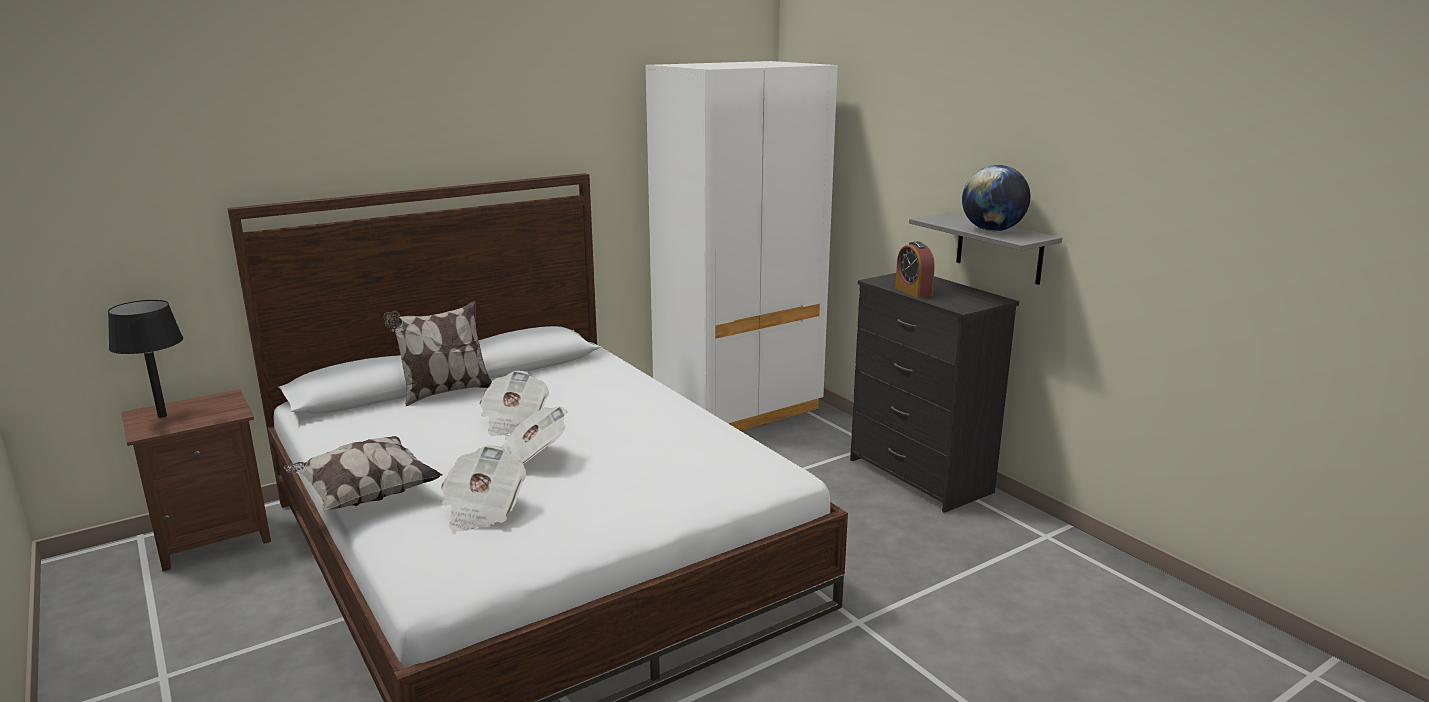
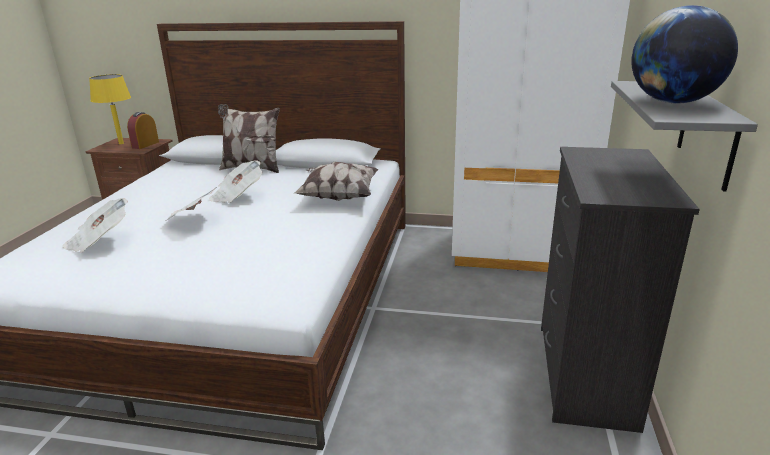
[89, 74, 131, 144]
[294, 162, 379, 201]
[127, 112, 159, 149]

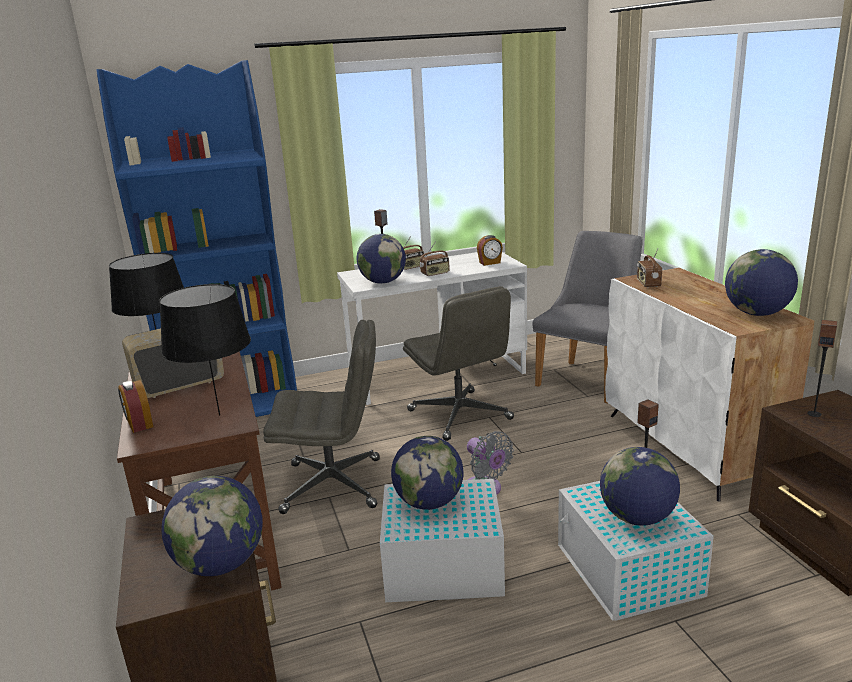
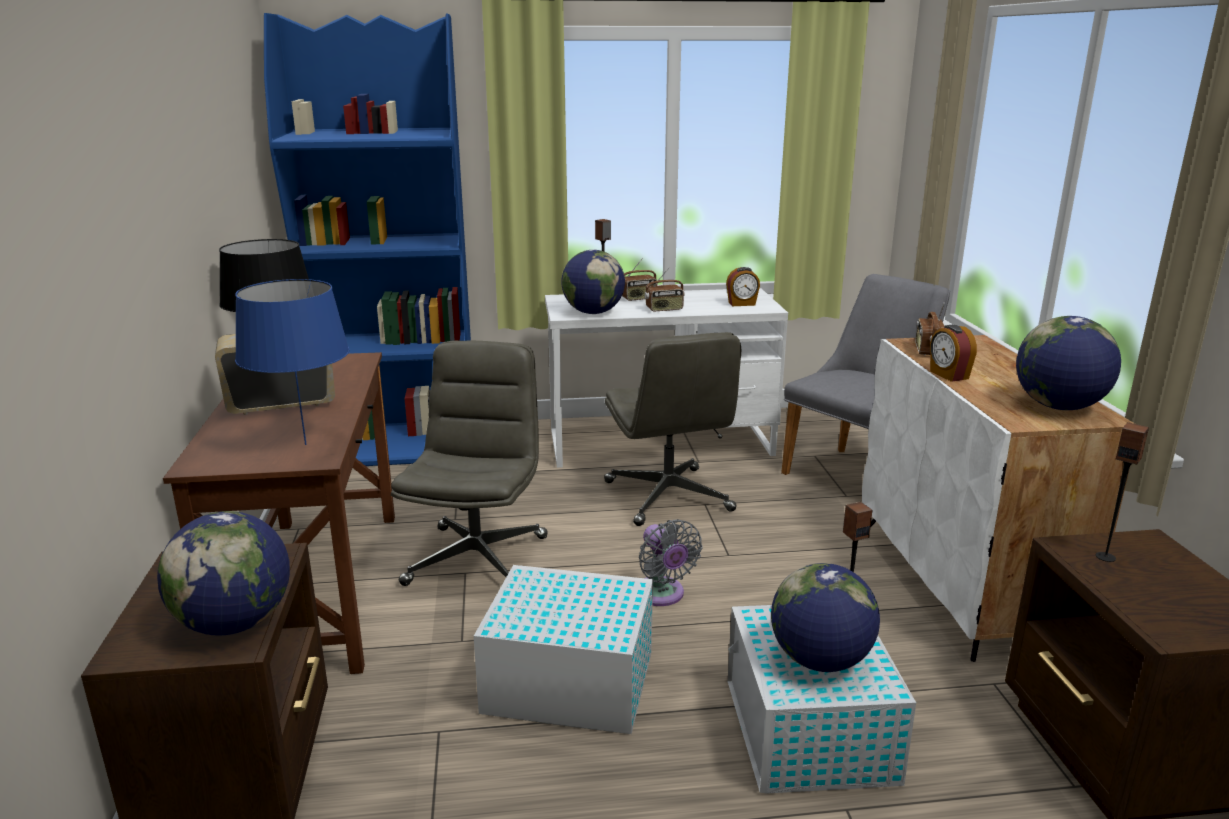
[930, 325, 977, 382]
[235, 279, 350, 445]
[391, 341, 548, 586]
[391, 436, 464, 510] (first image)

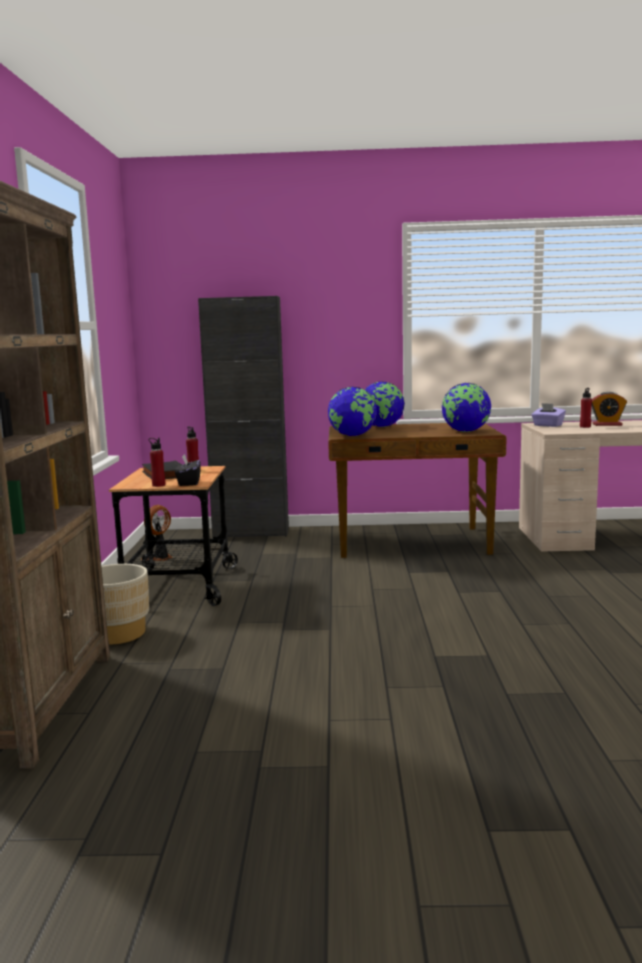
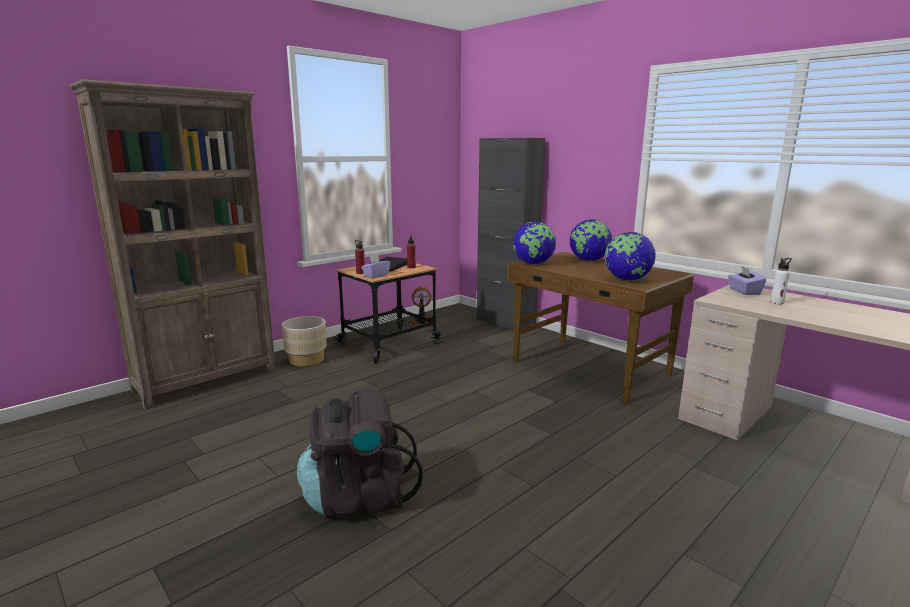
[361, 255, 390, 278]
[770, 258, 791, 304]
[592, 392, 627, 426] (first image)
[297, 387, 423, 519]

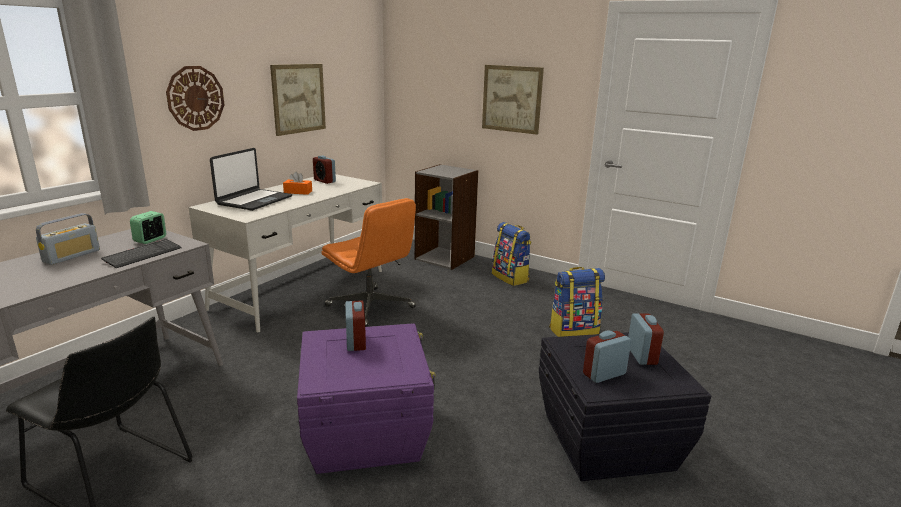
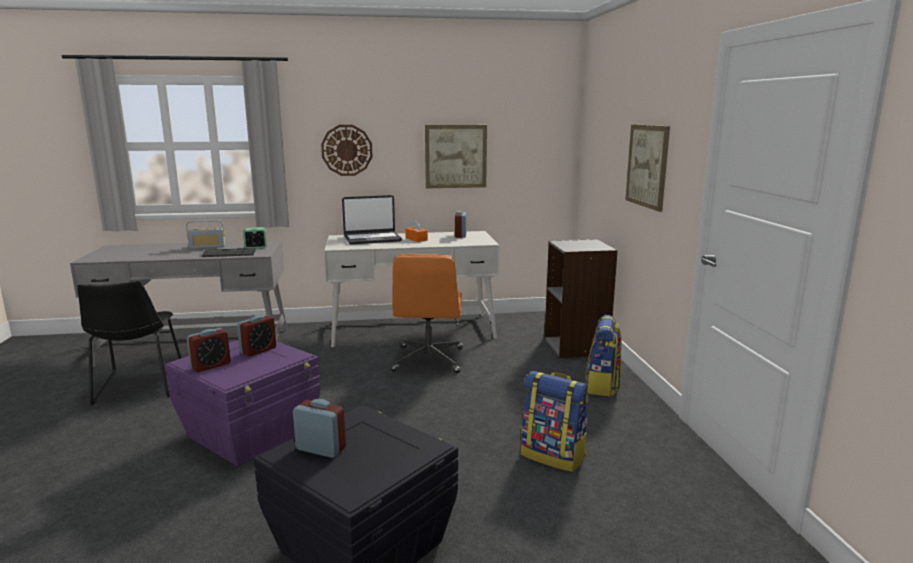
[187, 328, 231, 372]

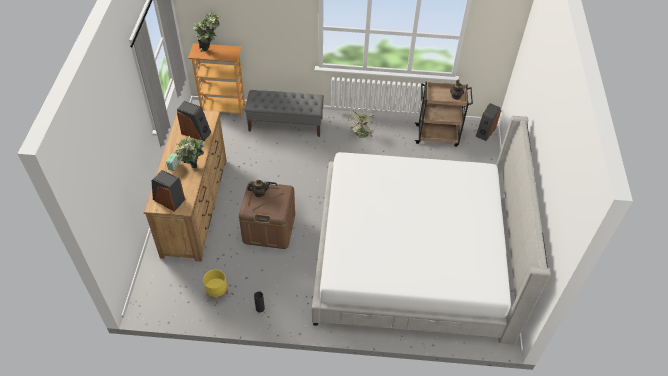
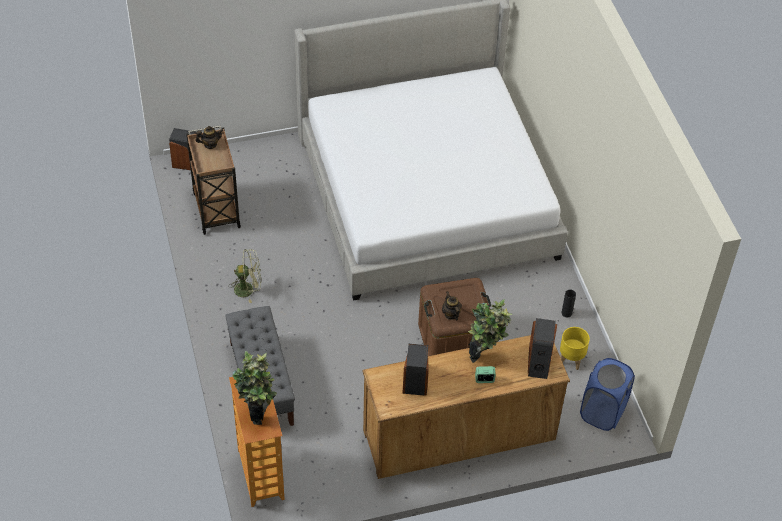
[580, 358, 635, 431]

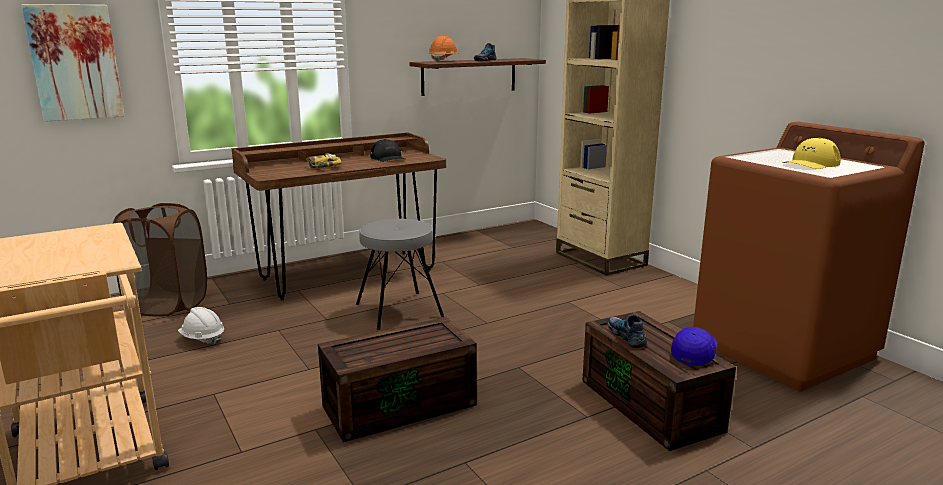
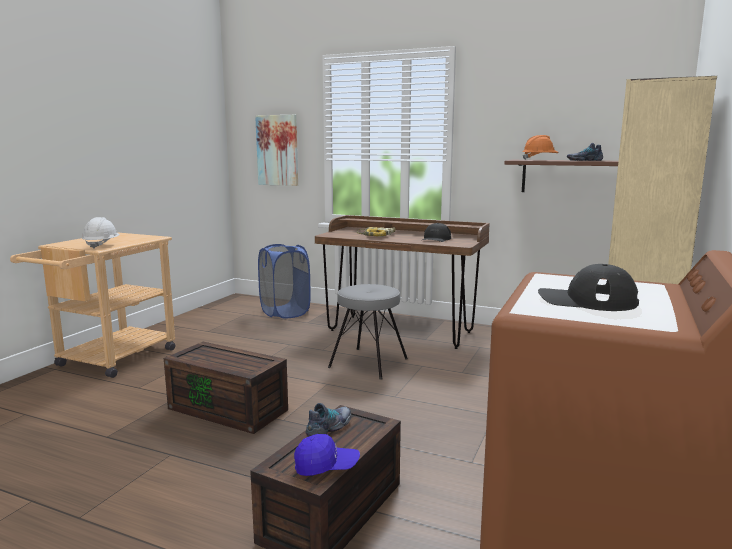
[258, 244, 311, 319]
[82, 217, 120, 249]
[538, 264, 639, 311]

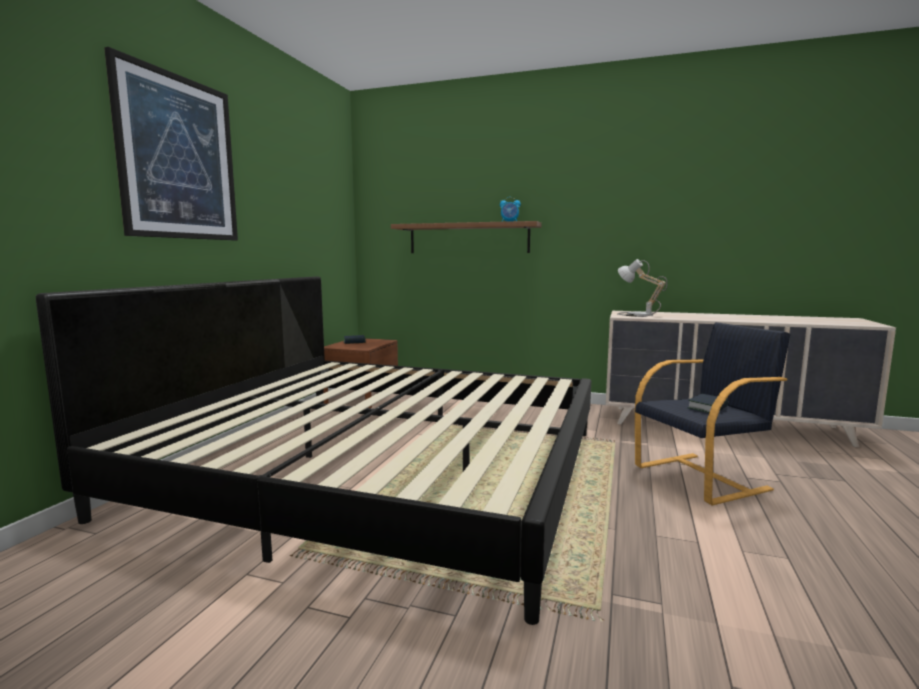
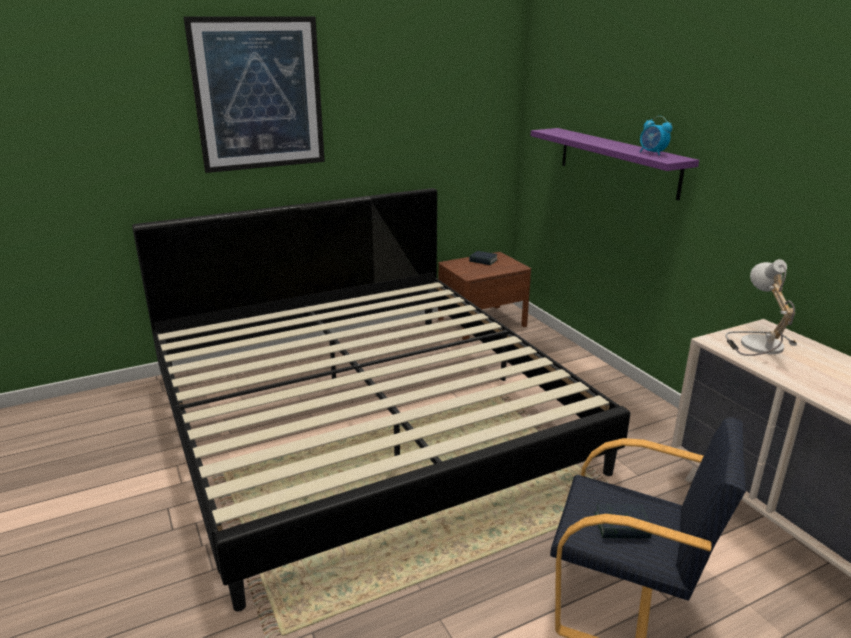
[531, 128, 699, 200]

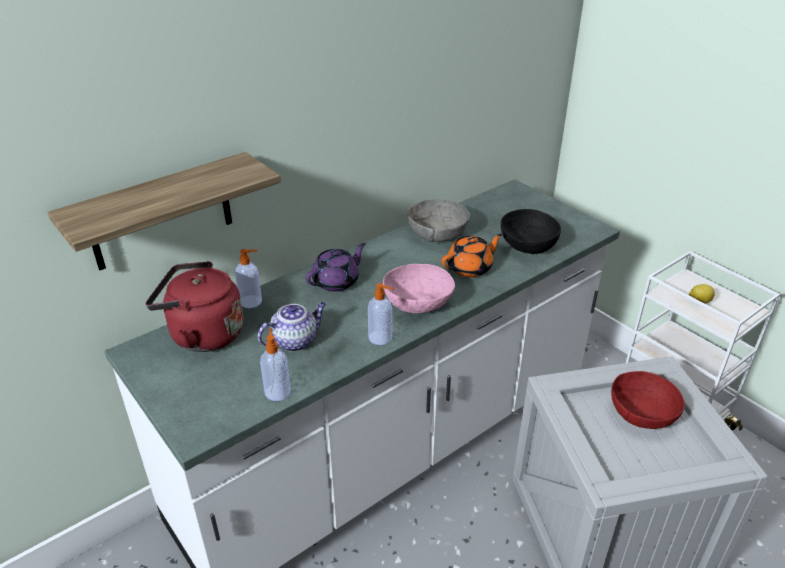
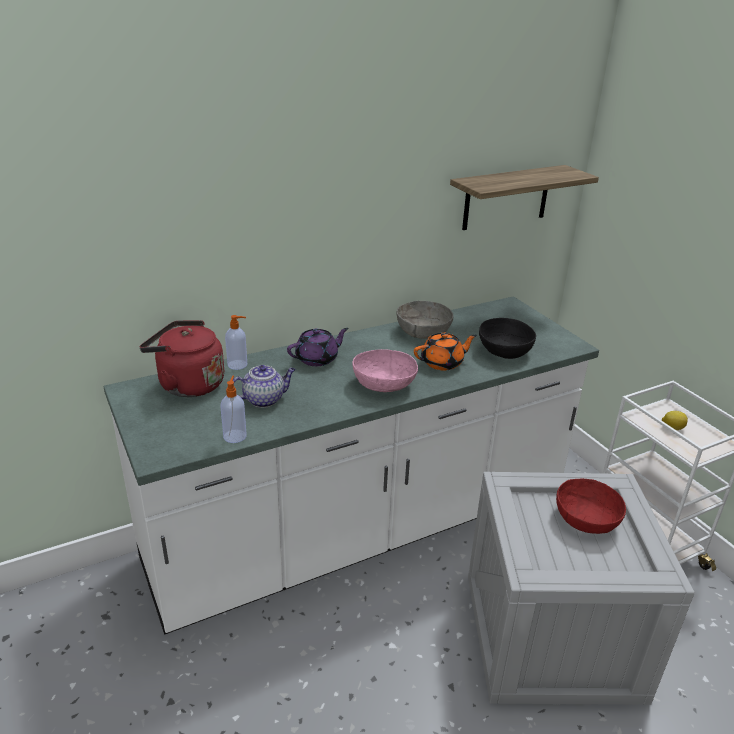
[450, 165, 599, 230]
[368, 283, 394, 345] (first image)

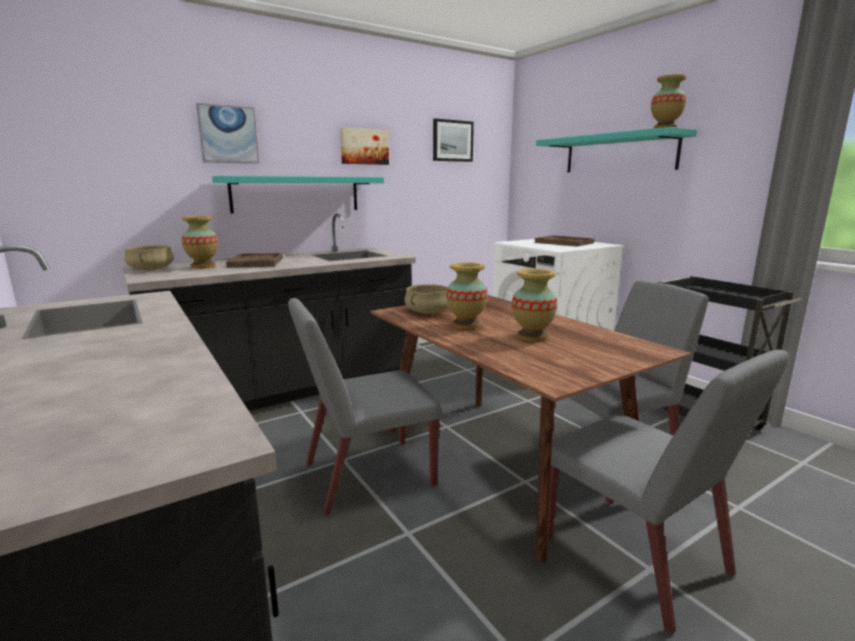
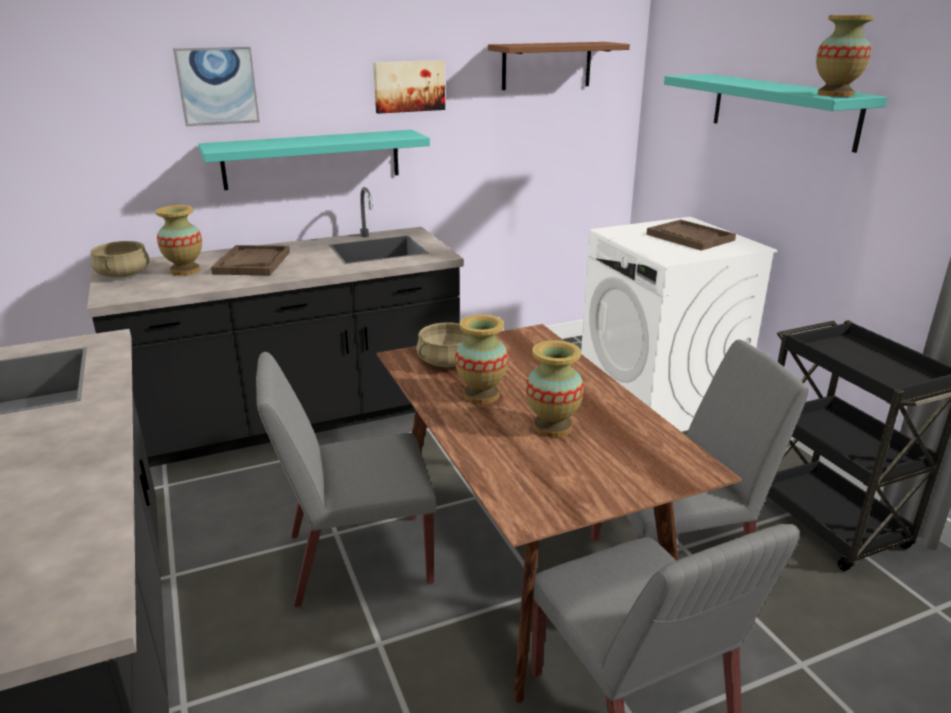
[488, 42, 630, 90]

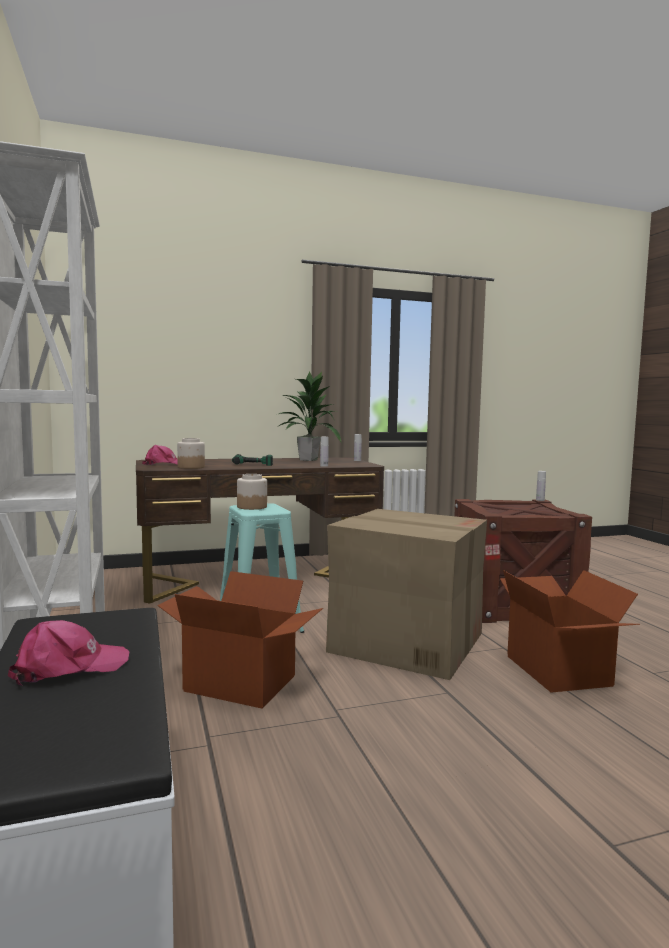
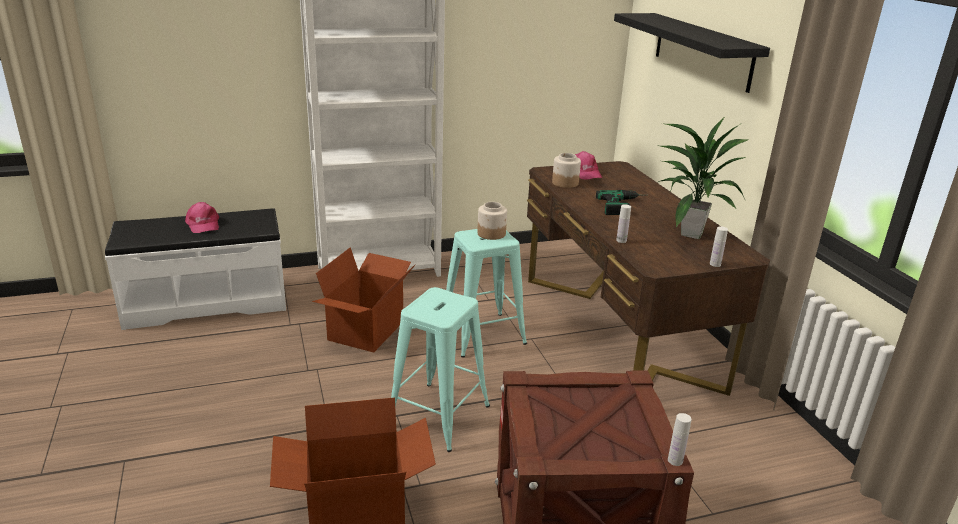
[391, 287, 490, 452]
[614, 13, 770, 93]

